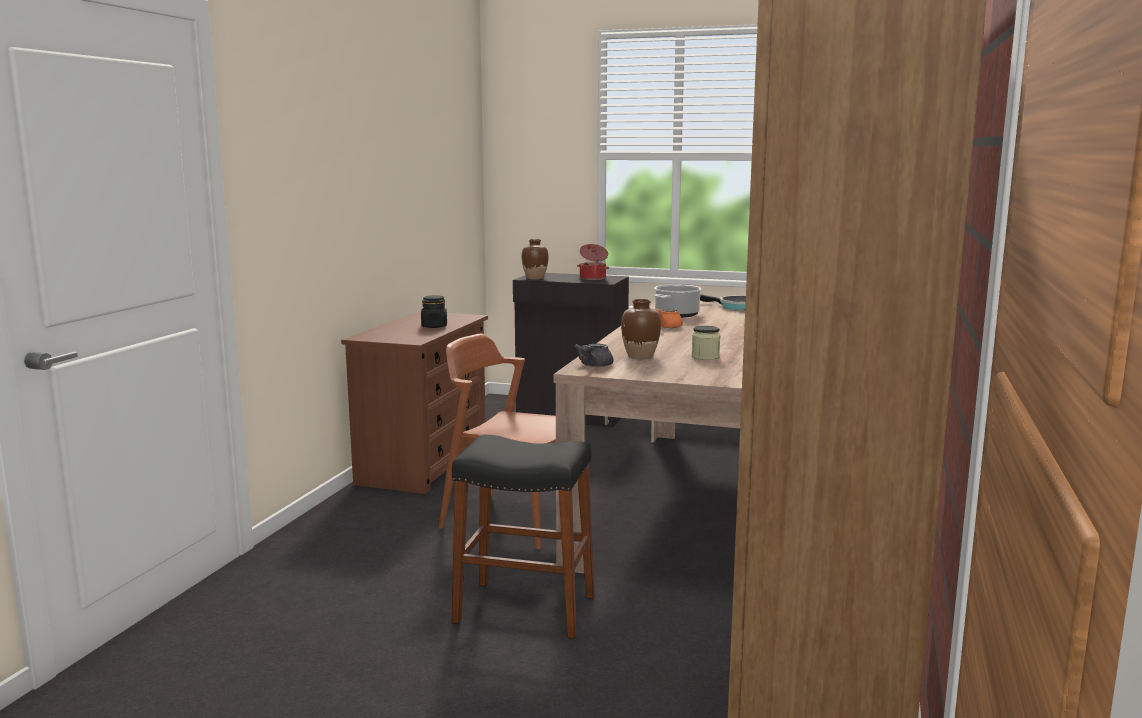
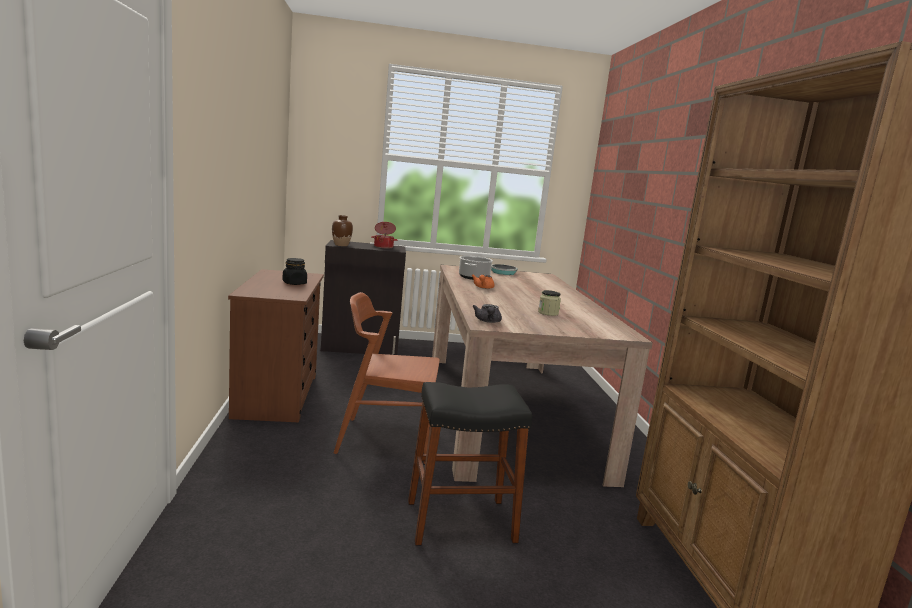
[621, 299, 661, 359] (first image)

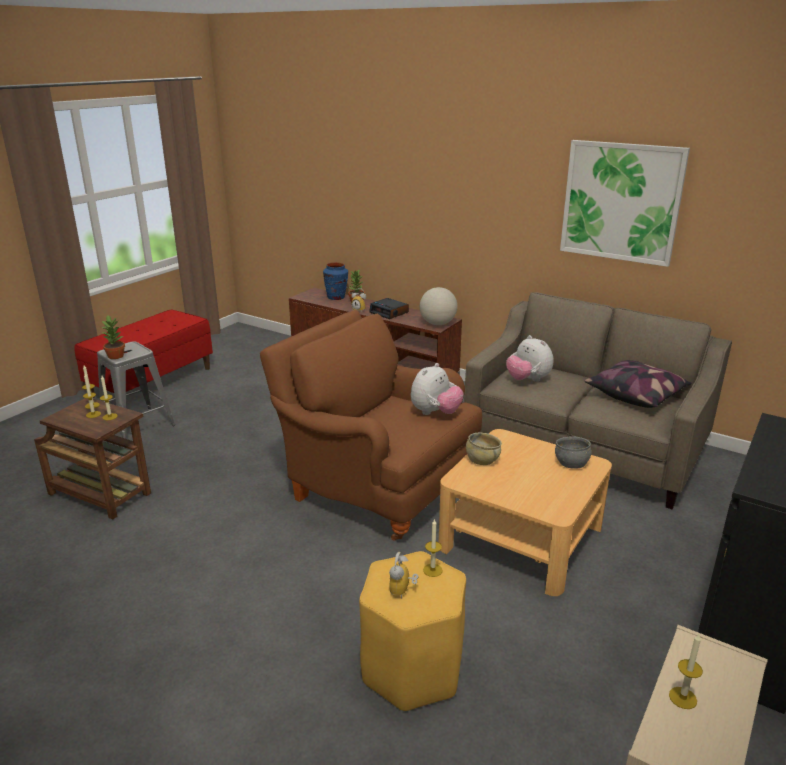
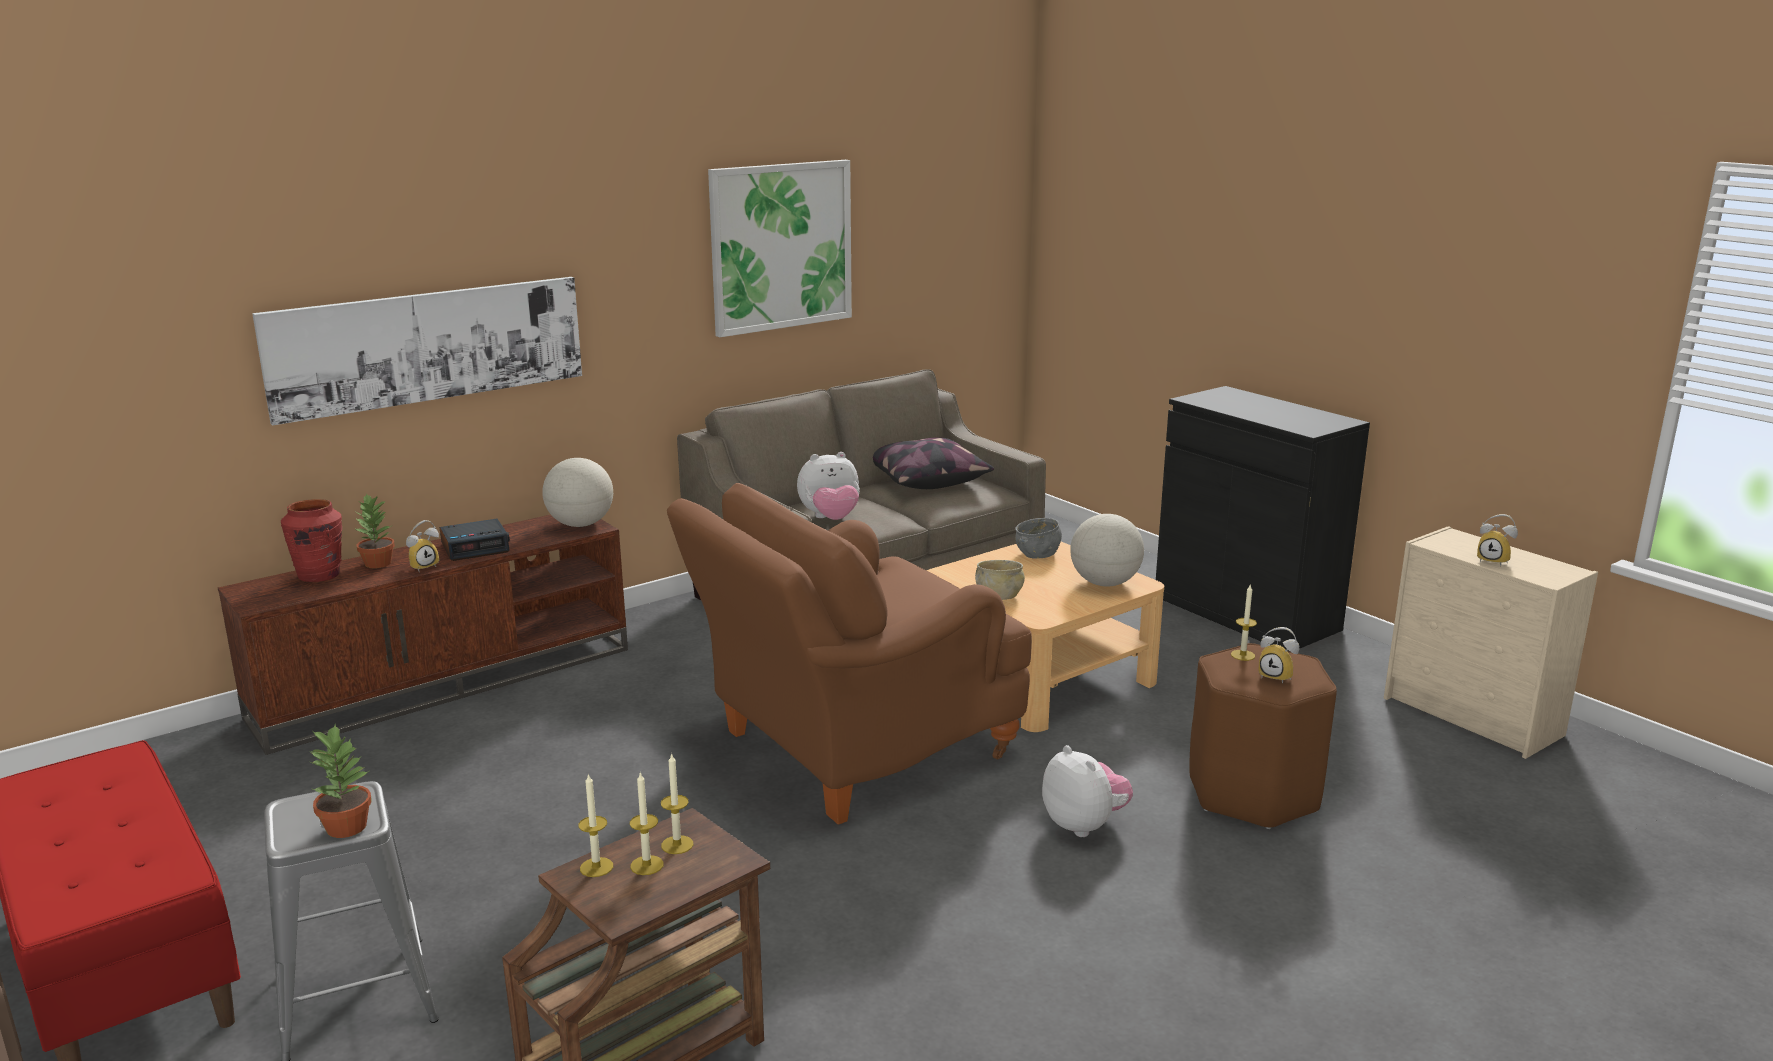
[281, 499, 342, 582]
[1189, 643, 1337, 829]
[1042, 745, 1133, 837]
[1477, 514, 1518, 566]
[252, 277, 582, 426]
[1070, 514, 1144, 587]

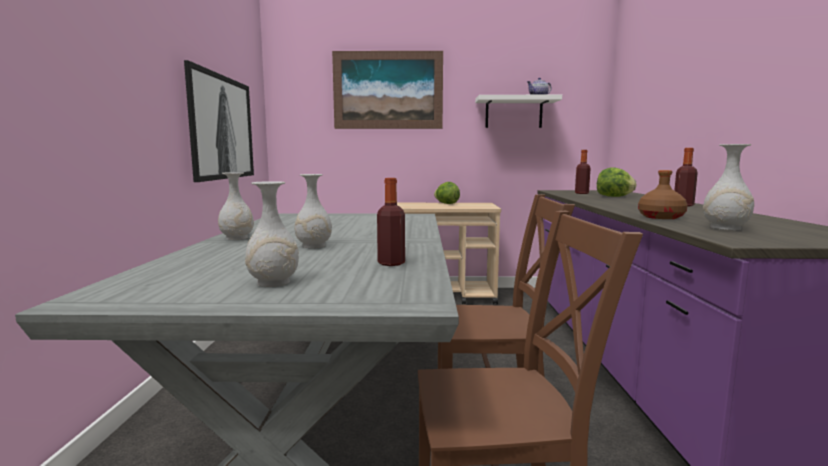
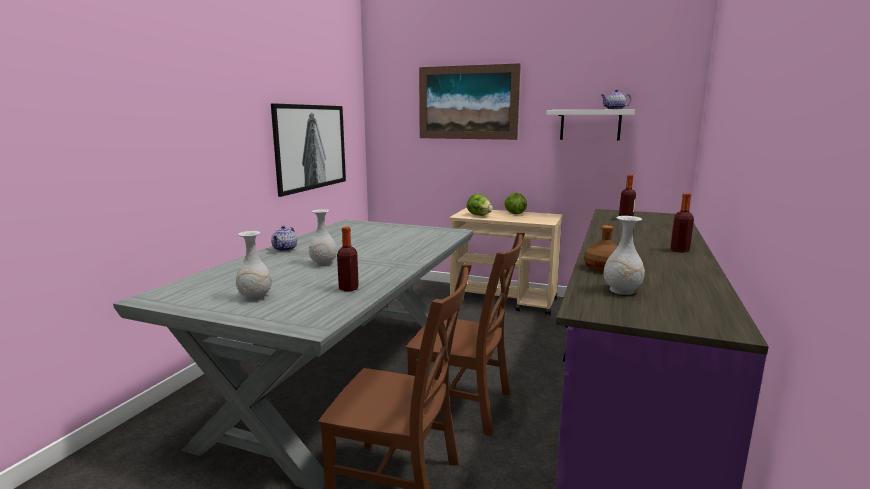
[271, 226, 297, 251]
[467, 194, 493, 216]

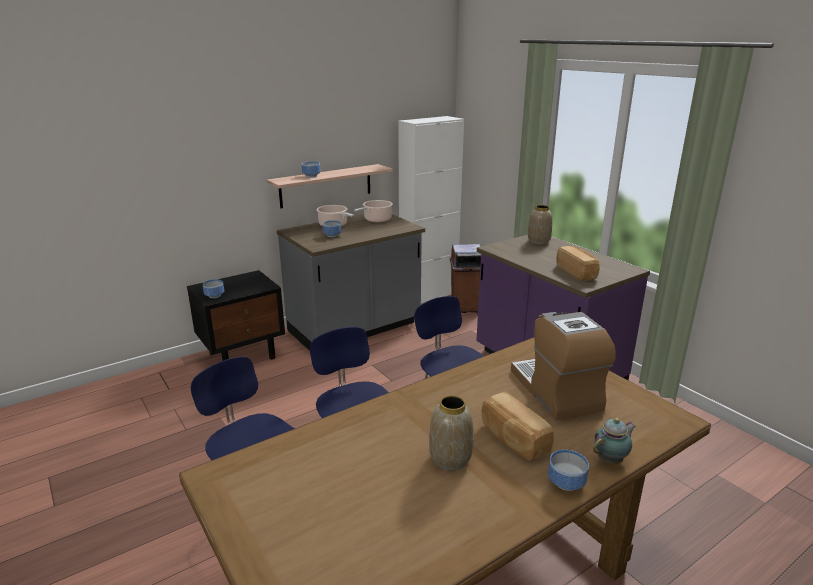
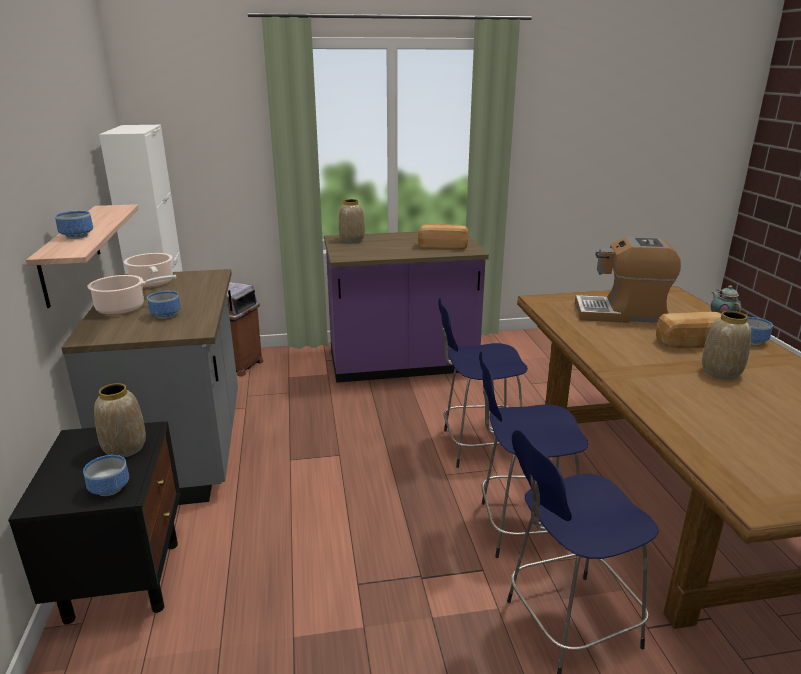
[94, 383, 146, 458]

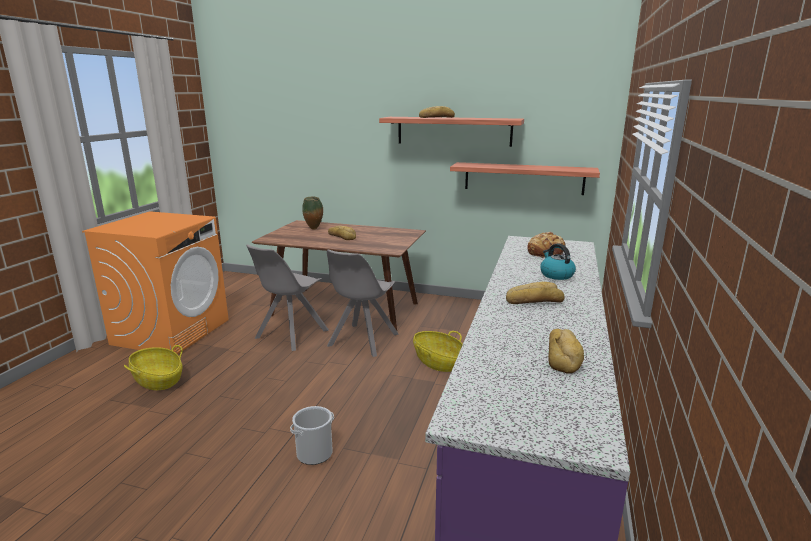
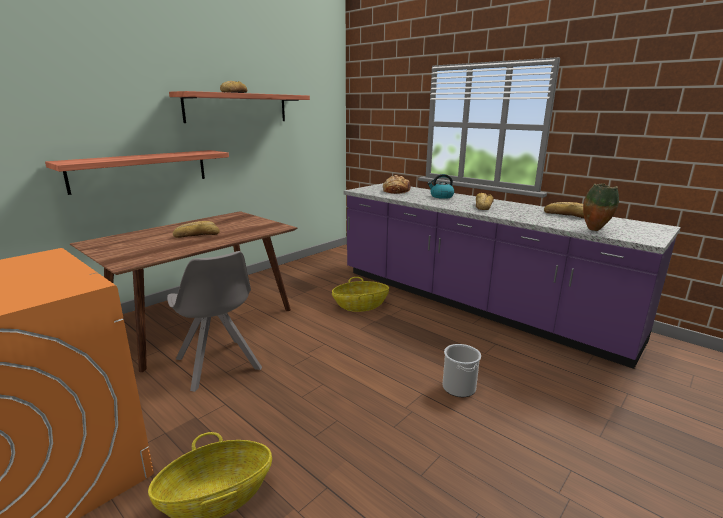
[583, 183, 619, 231]
[327, 250, 399, 357] (first image)
[45, 150, 229, 195]

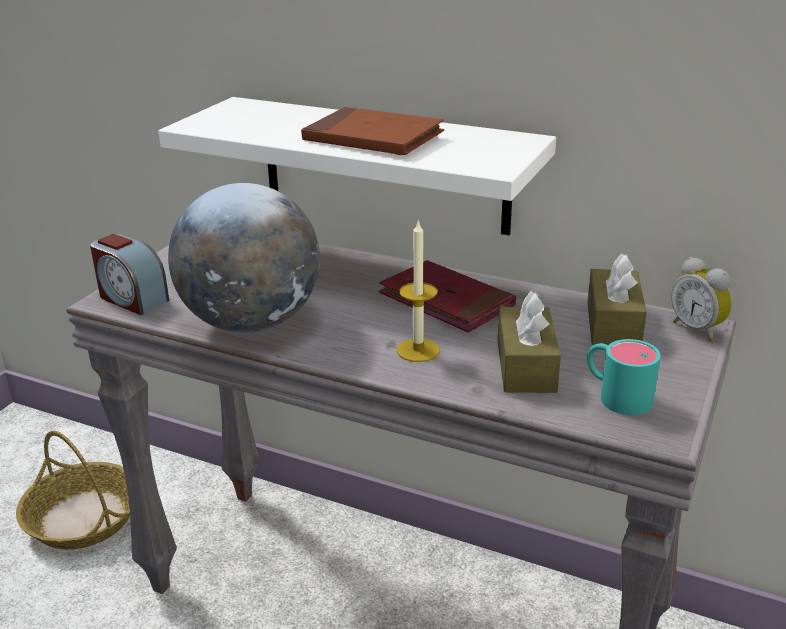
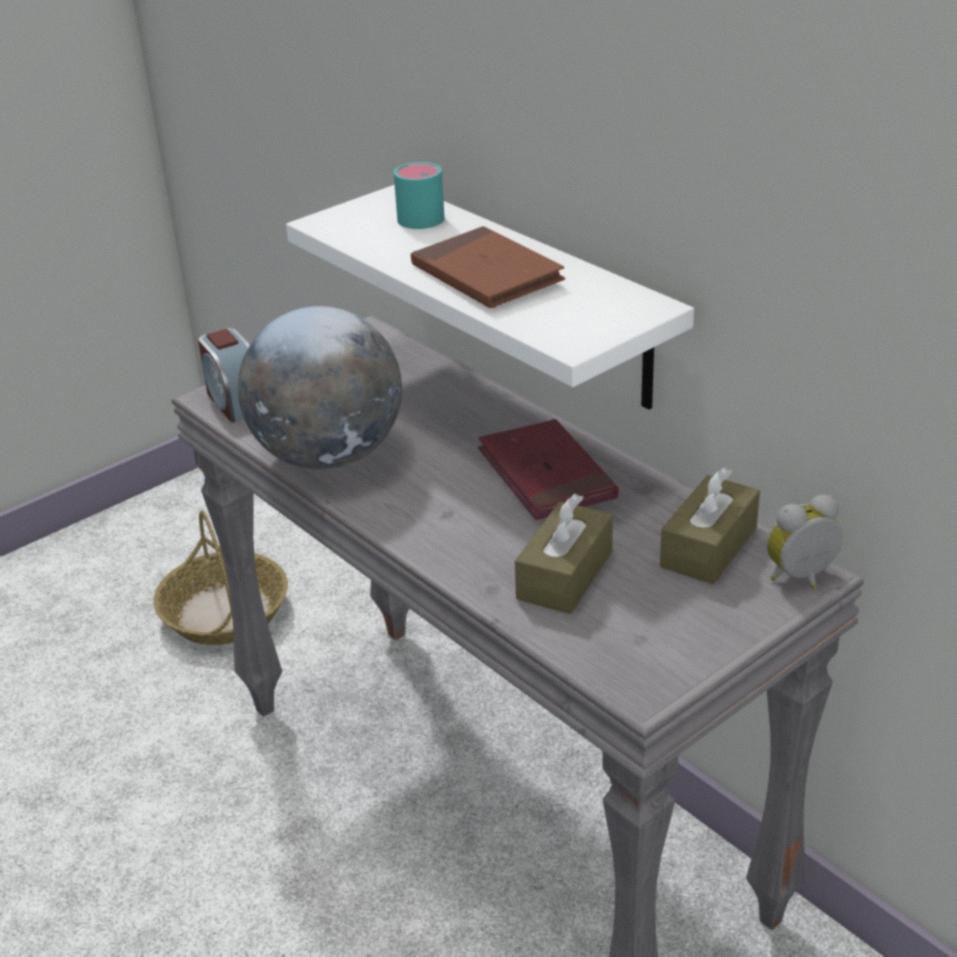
[397, 219, 440, 362] (first image)
[394, 162, 445, 229]
[767, 495, 843, 589]

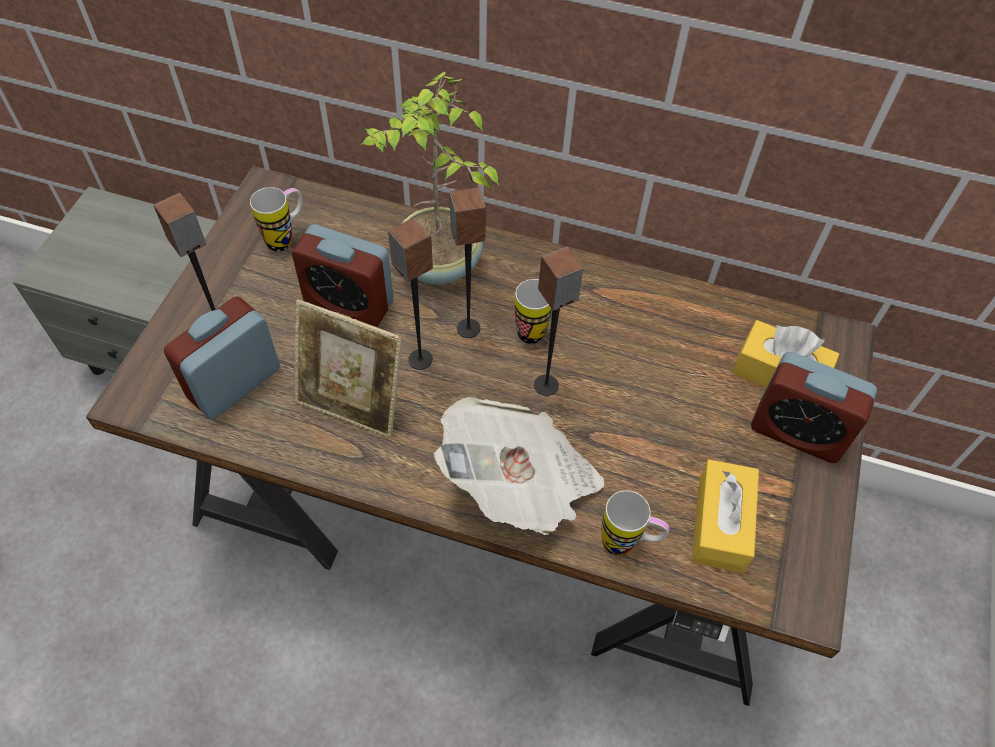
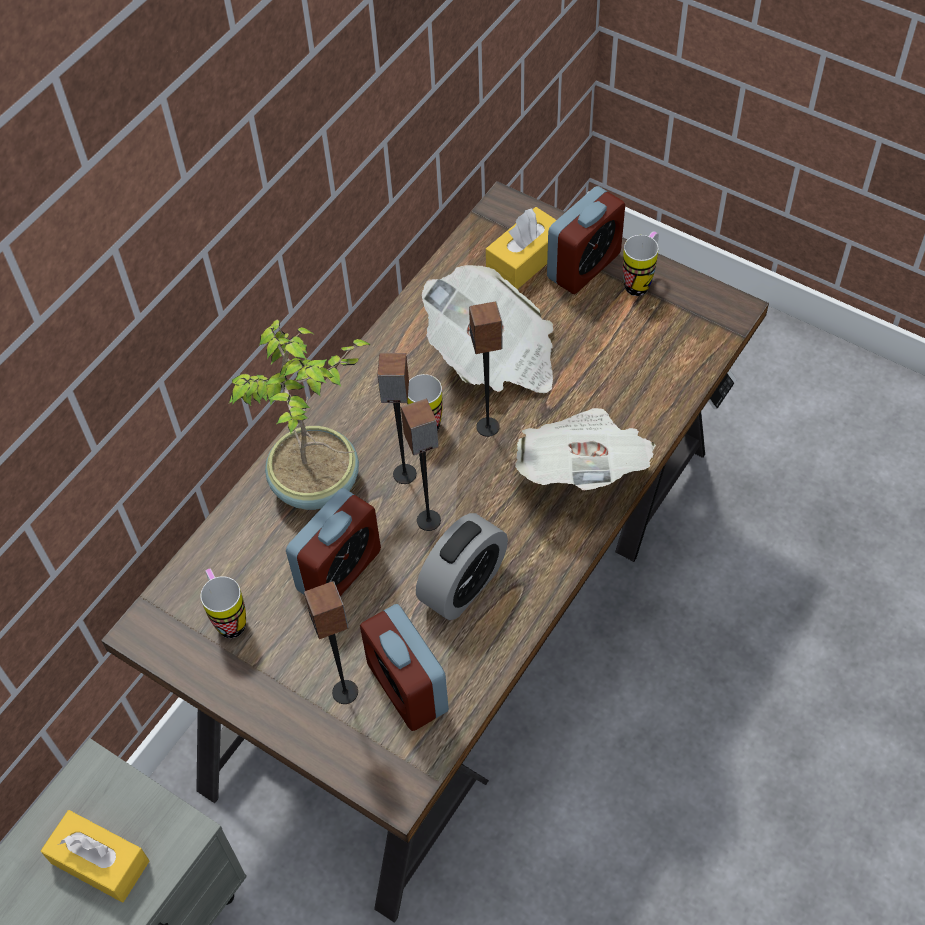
[416, 513, 508, 620]
[623, 232, 659, 296]
[41, 810, 149, 902]
[422, 265, 554, 393]

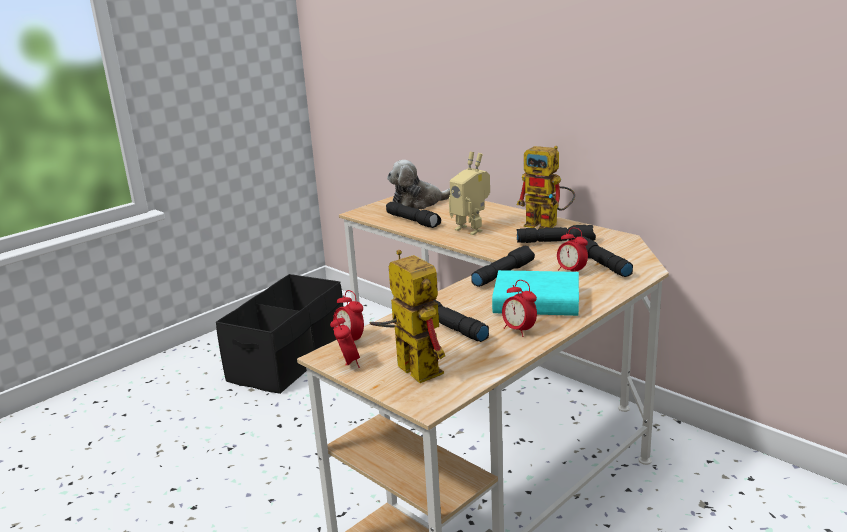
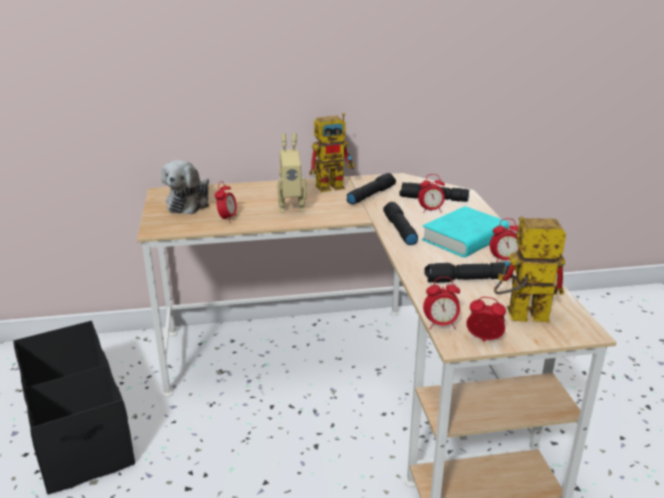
[215, 181, 237, 223]

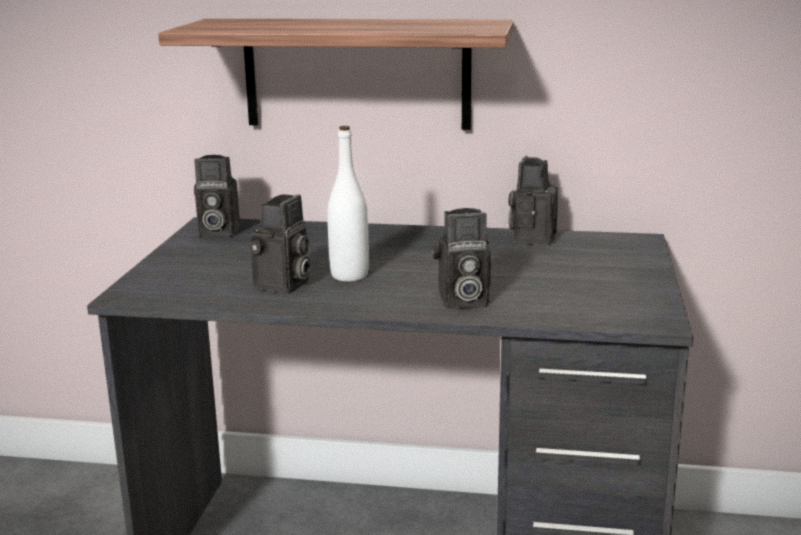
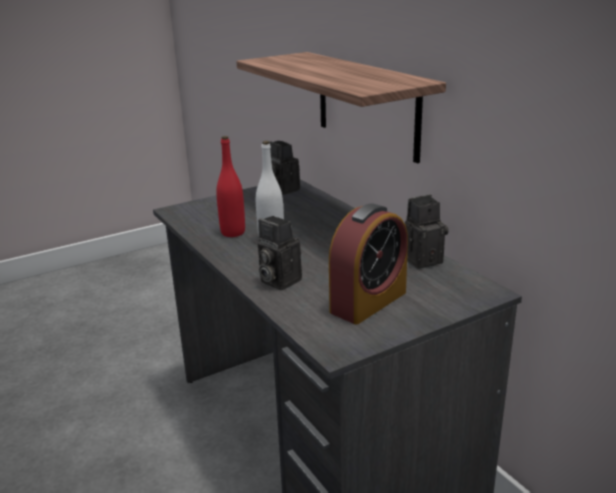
[216, 136, 245, 237]
[329, 204, 408, 324]

